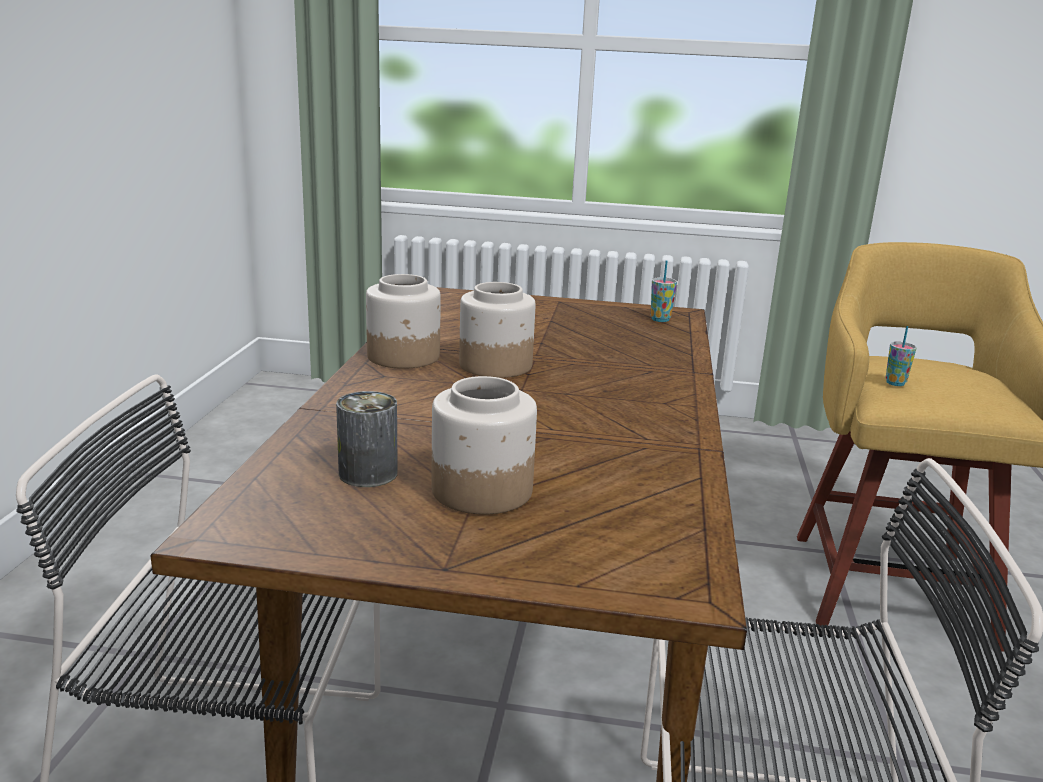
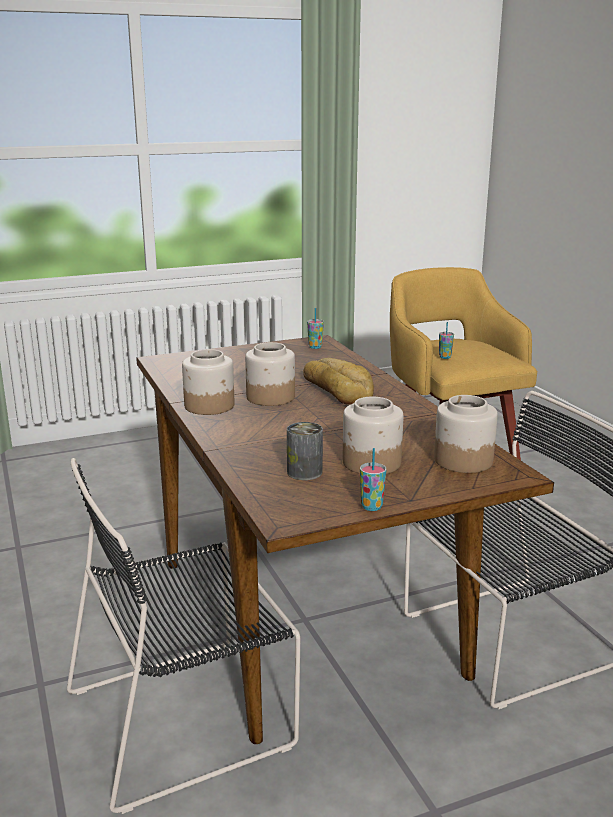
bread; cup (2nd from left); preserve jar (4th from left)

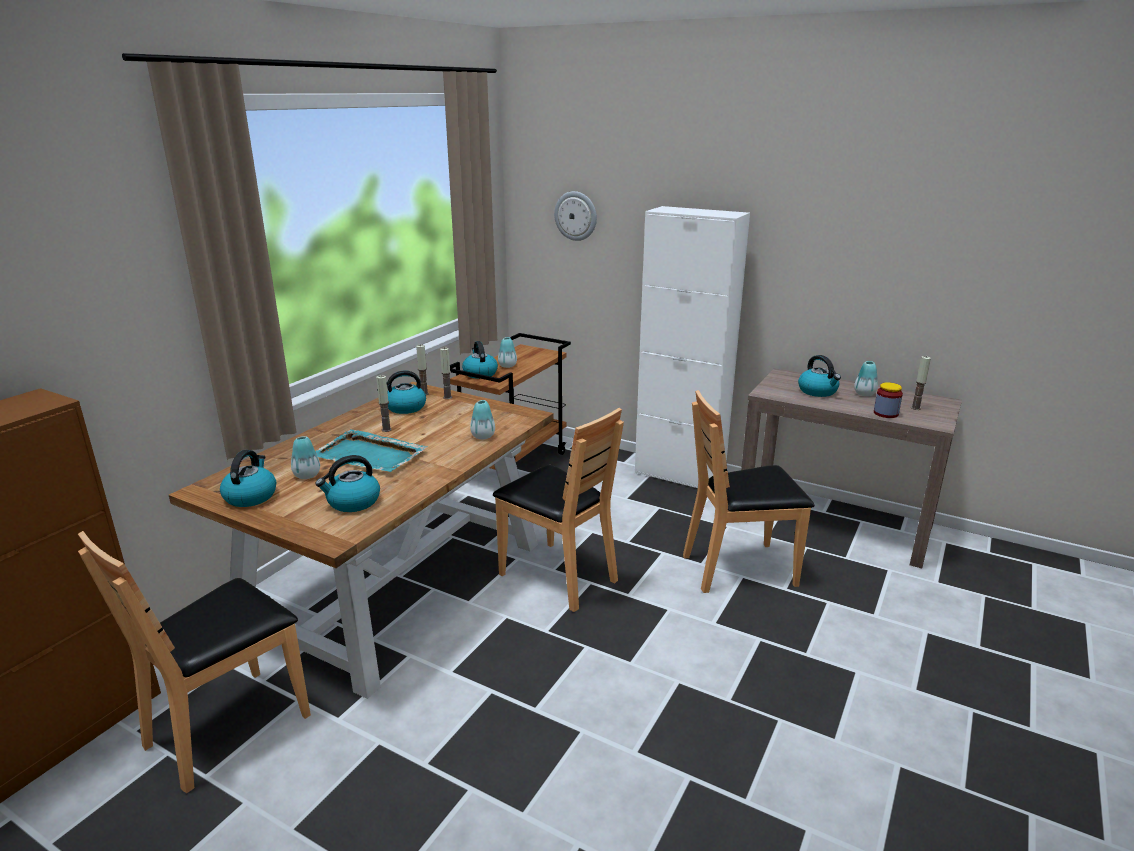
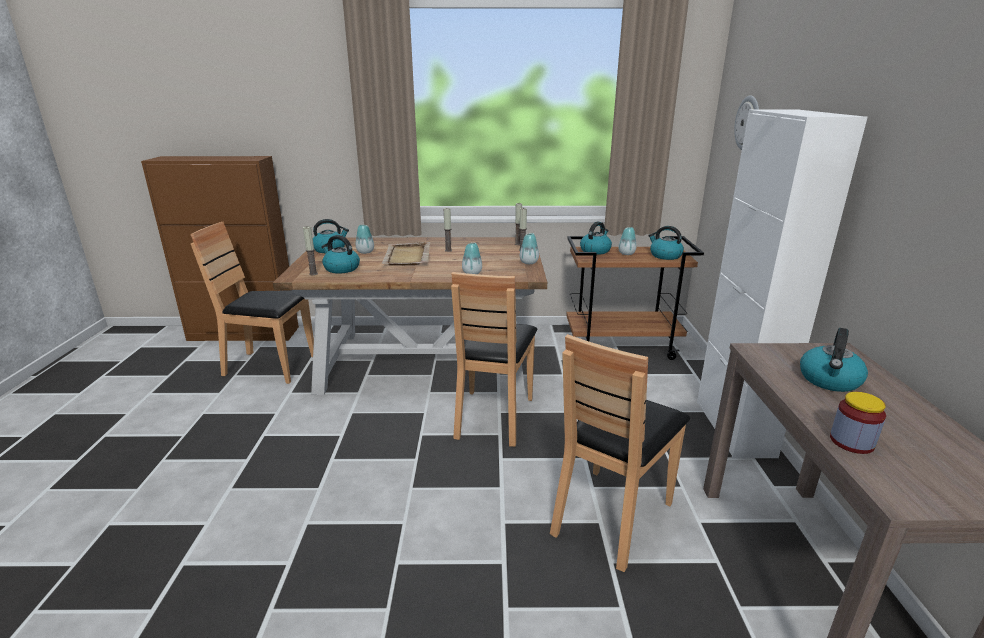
sand-coloured carrying tray; water kettle (4th from left); brown-coloured plain chair (3rd from left); vase (3rd from left); wax light (1st from left)

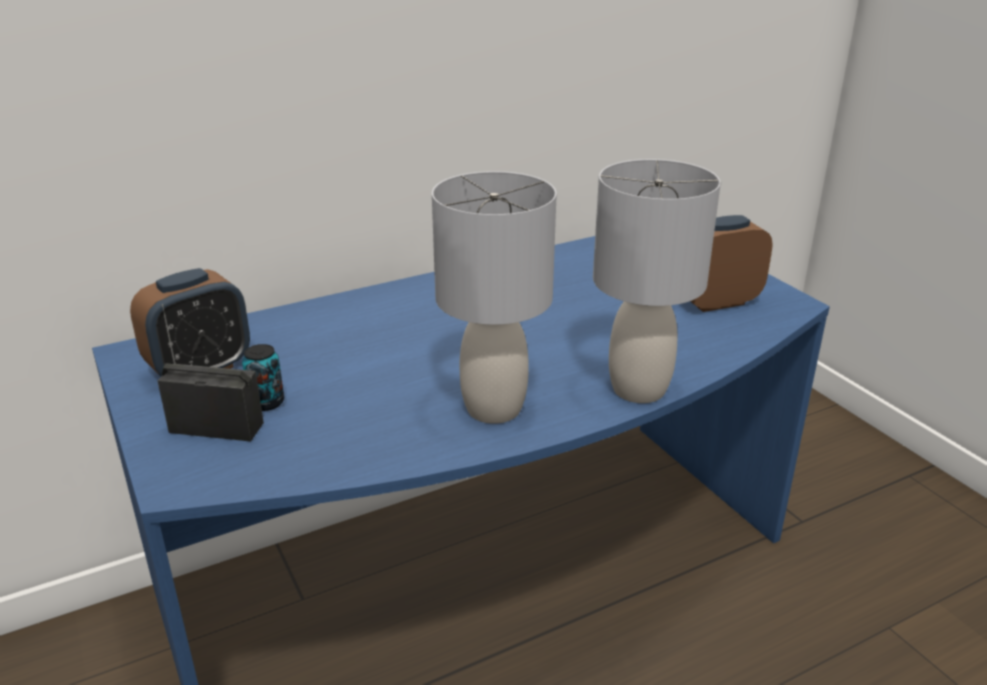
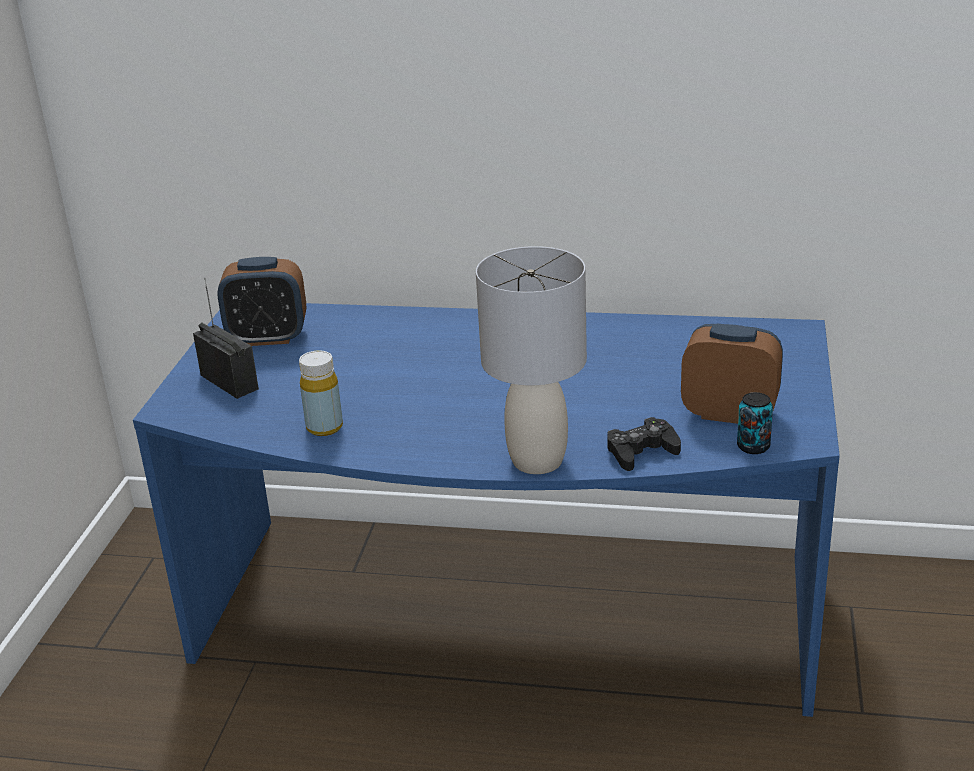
sealed can; gray table lamp (1st from left in the first image); yellow-coloured beverage bottle; black-coloured gamepad

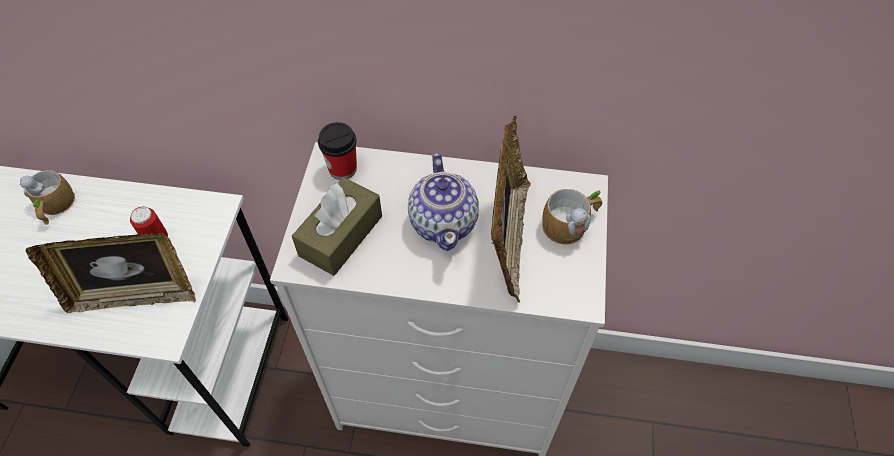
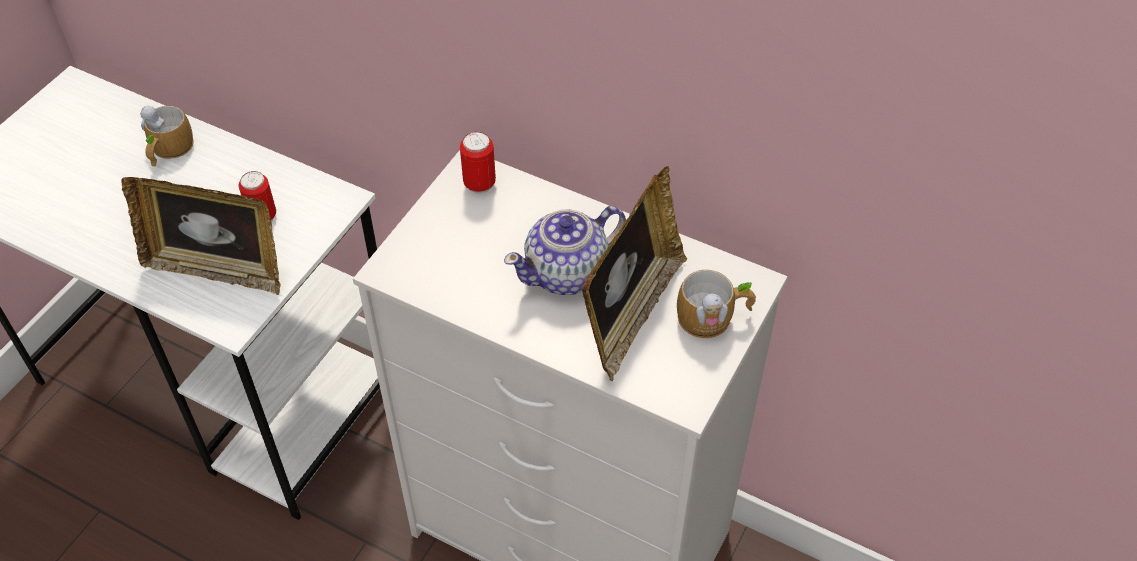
brown-coloured tissue box; sealed can (2nd from left); teapot

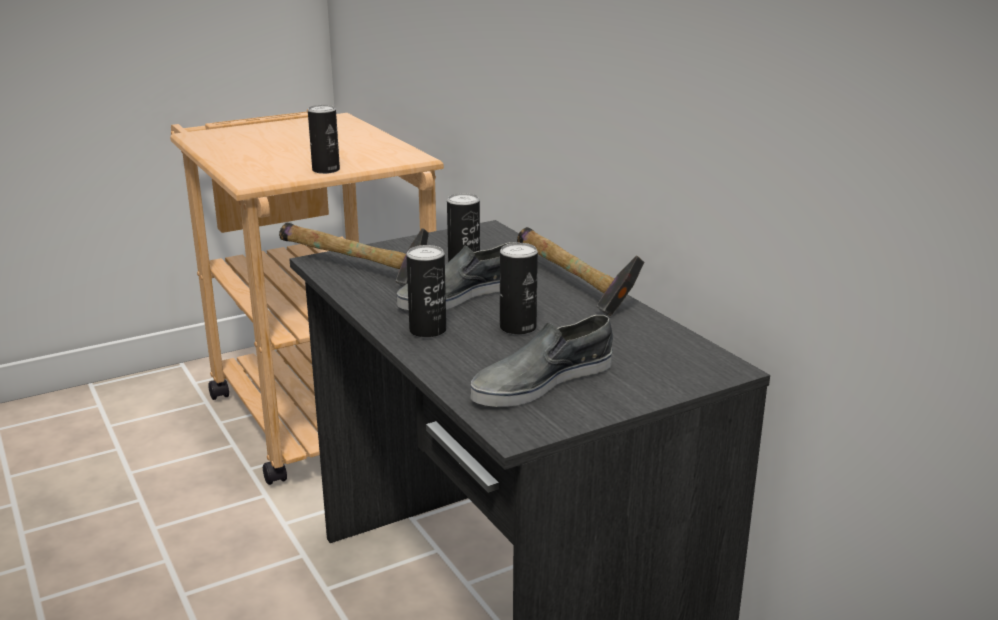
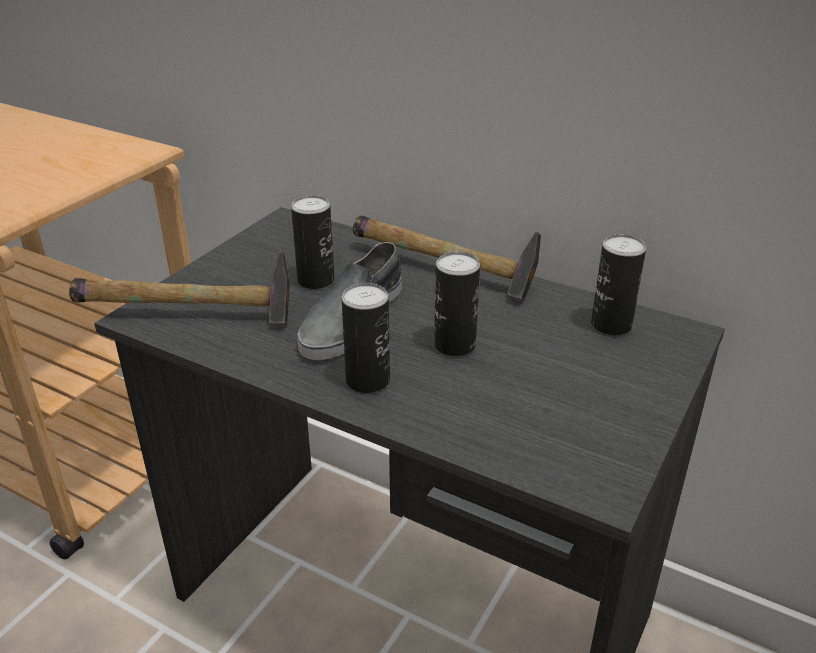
sealed can (4th from left); gray shoe (2nd from left in the first image)

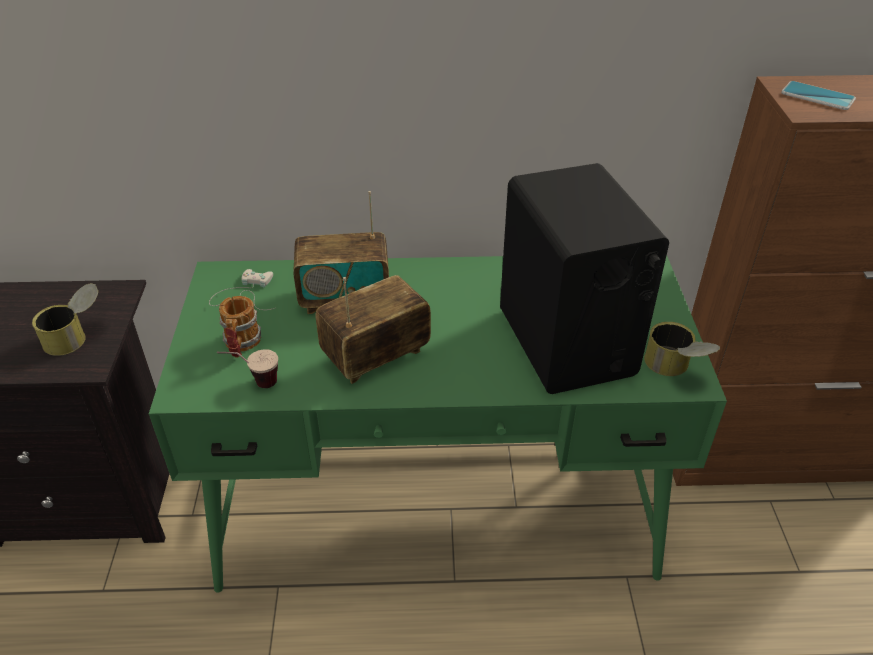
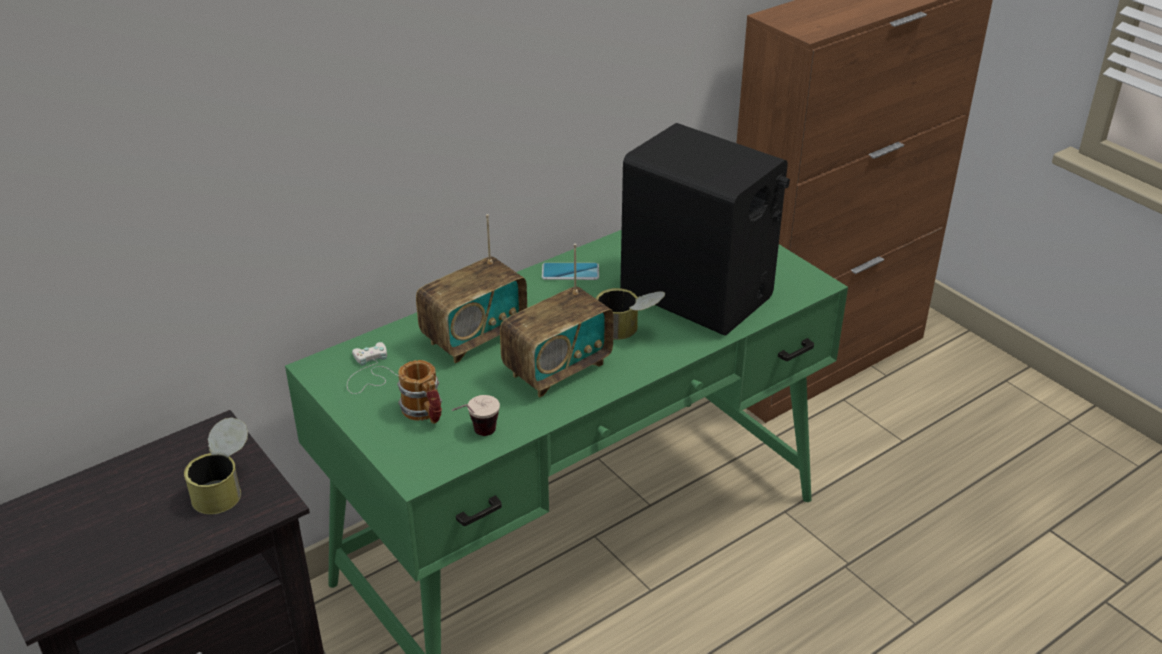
radio set (2nd from left); sealed can (2nd from left); phone

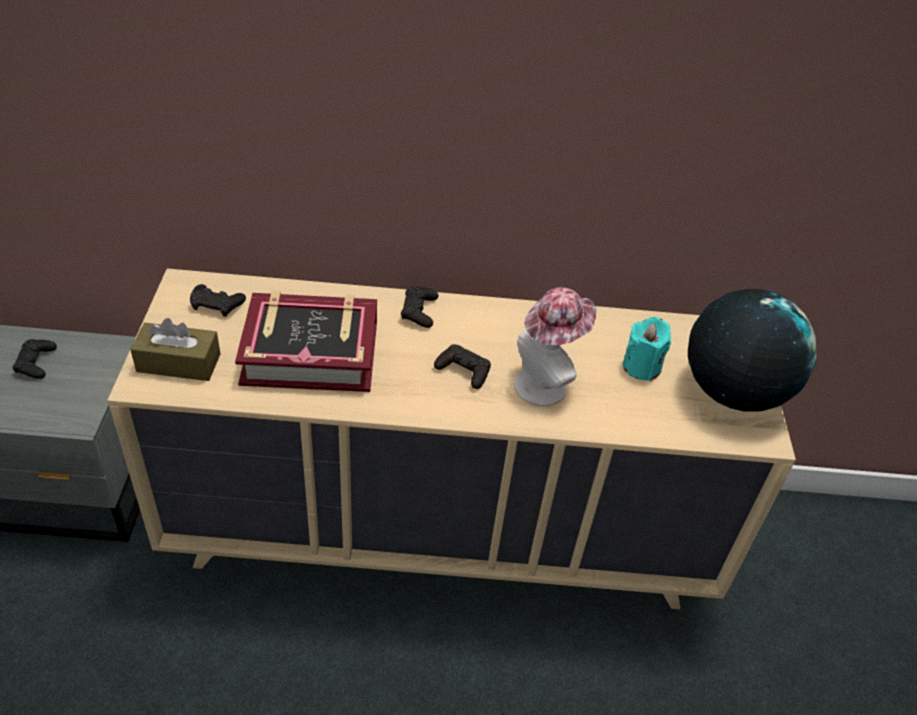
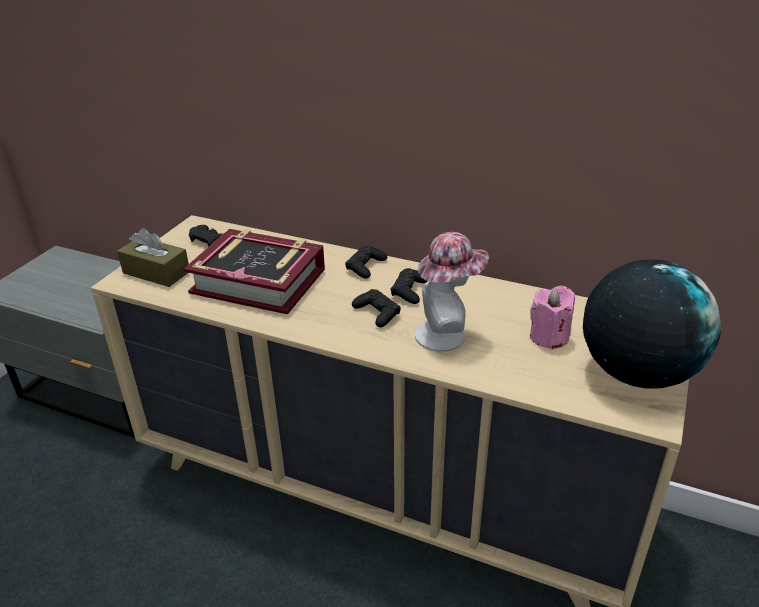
black-coloured gamepad (4th from left); pink wax light

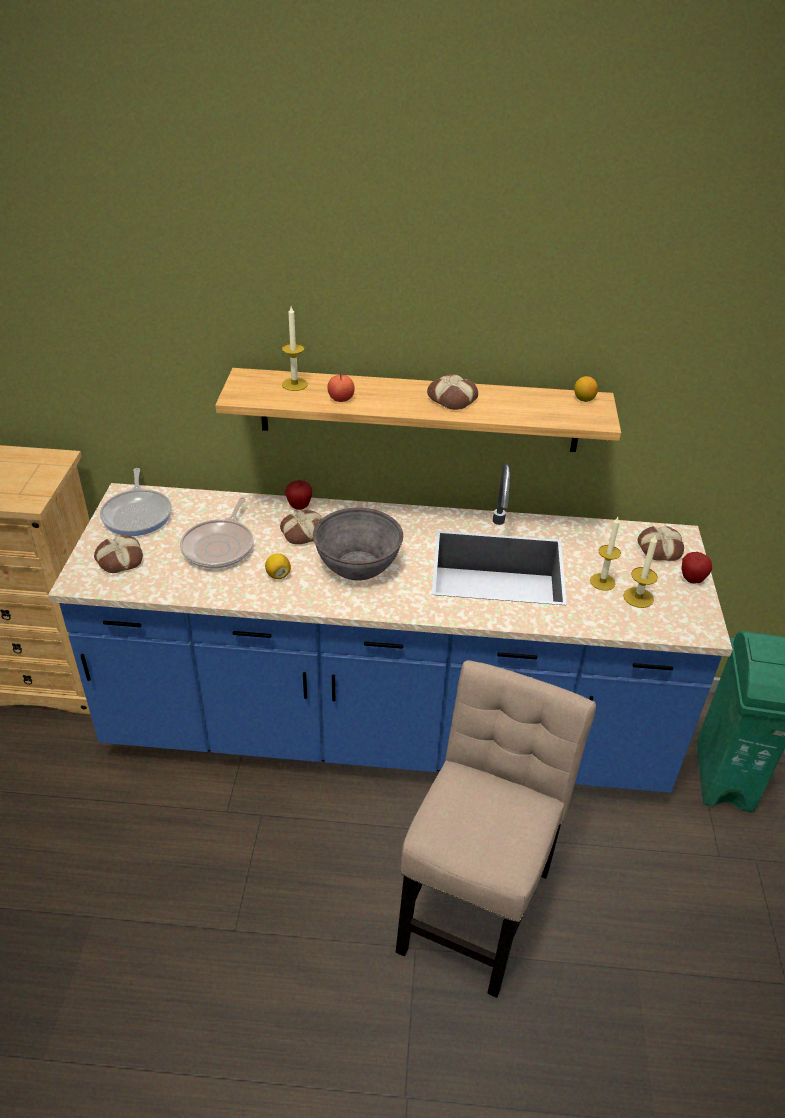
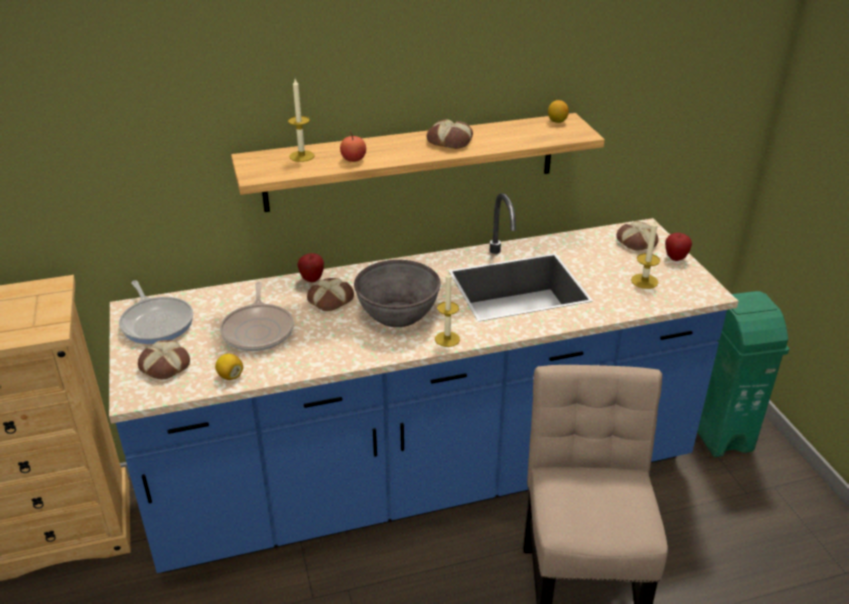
whole lemon (1st from left); wax light (2nd from left)

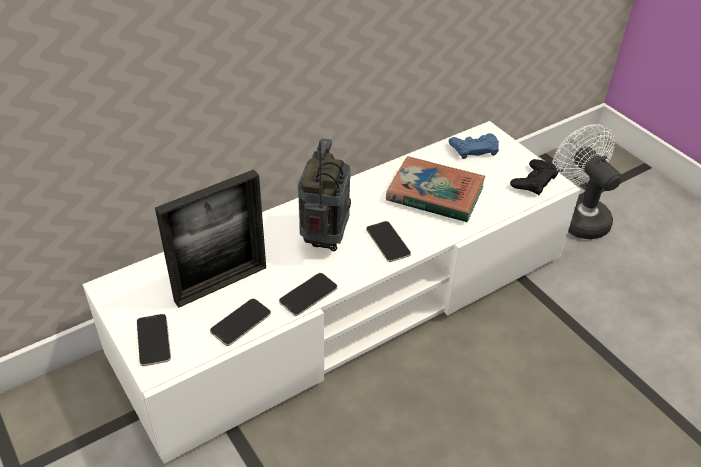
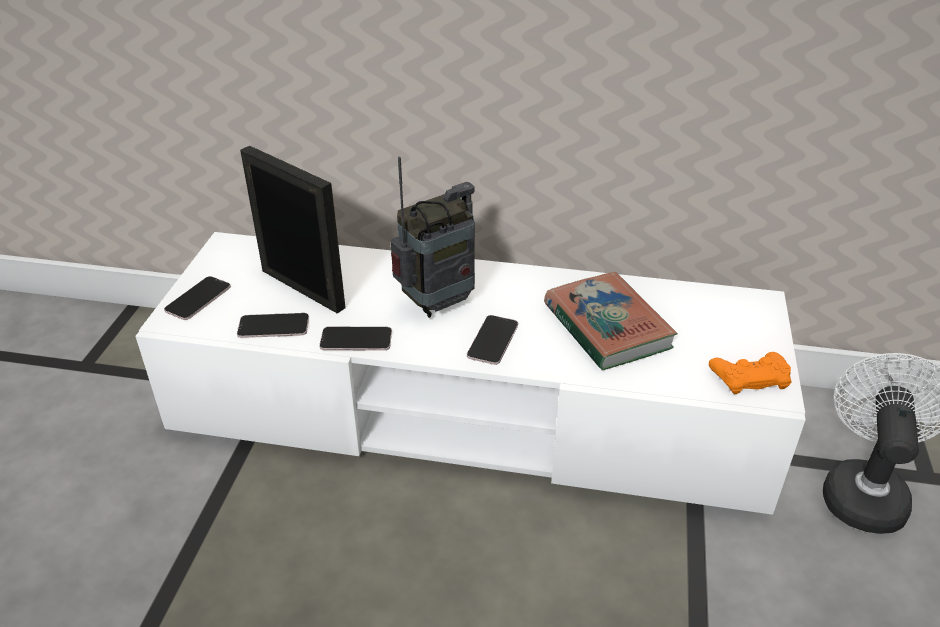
standing frame; bluish gamepad; orange gamepad

